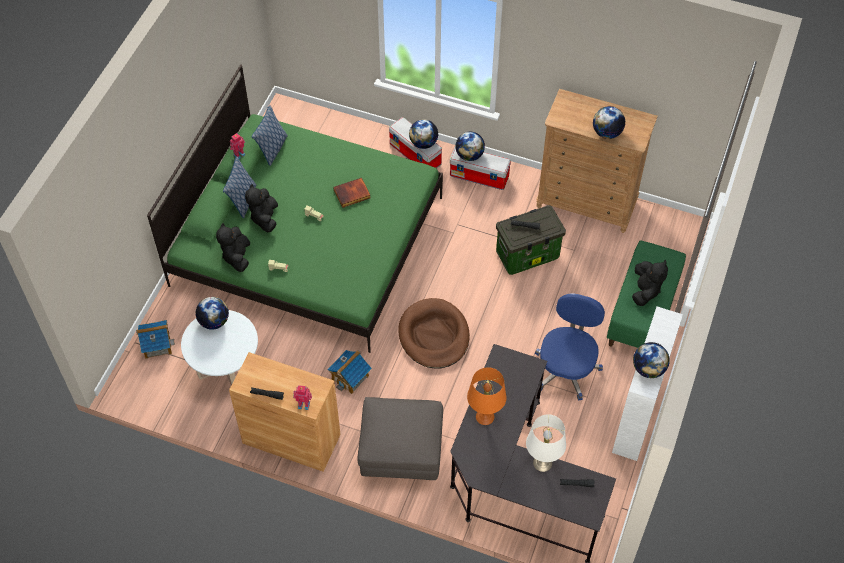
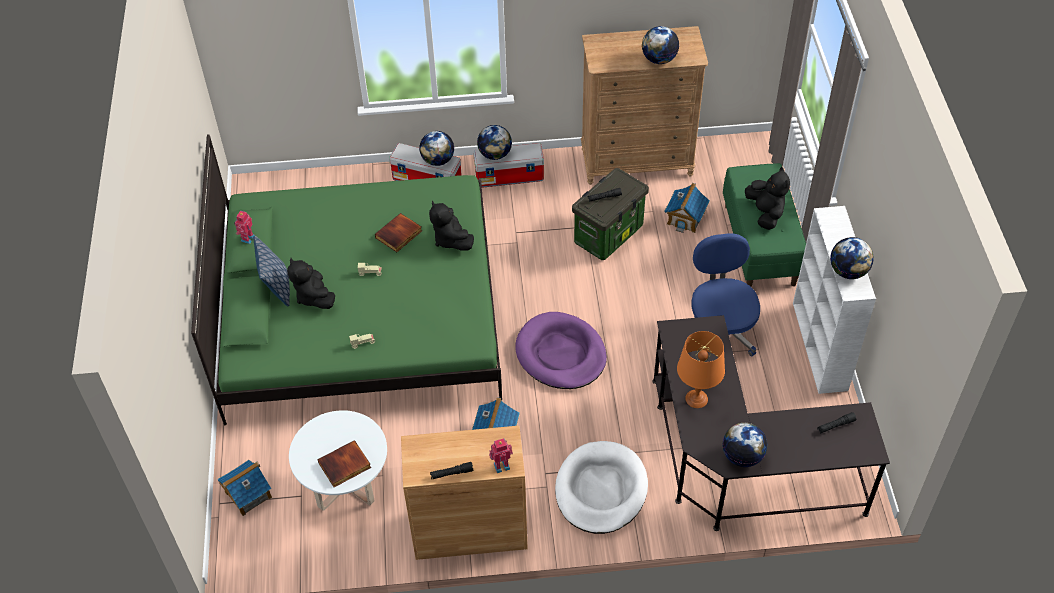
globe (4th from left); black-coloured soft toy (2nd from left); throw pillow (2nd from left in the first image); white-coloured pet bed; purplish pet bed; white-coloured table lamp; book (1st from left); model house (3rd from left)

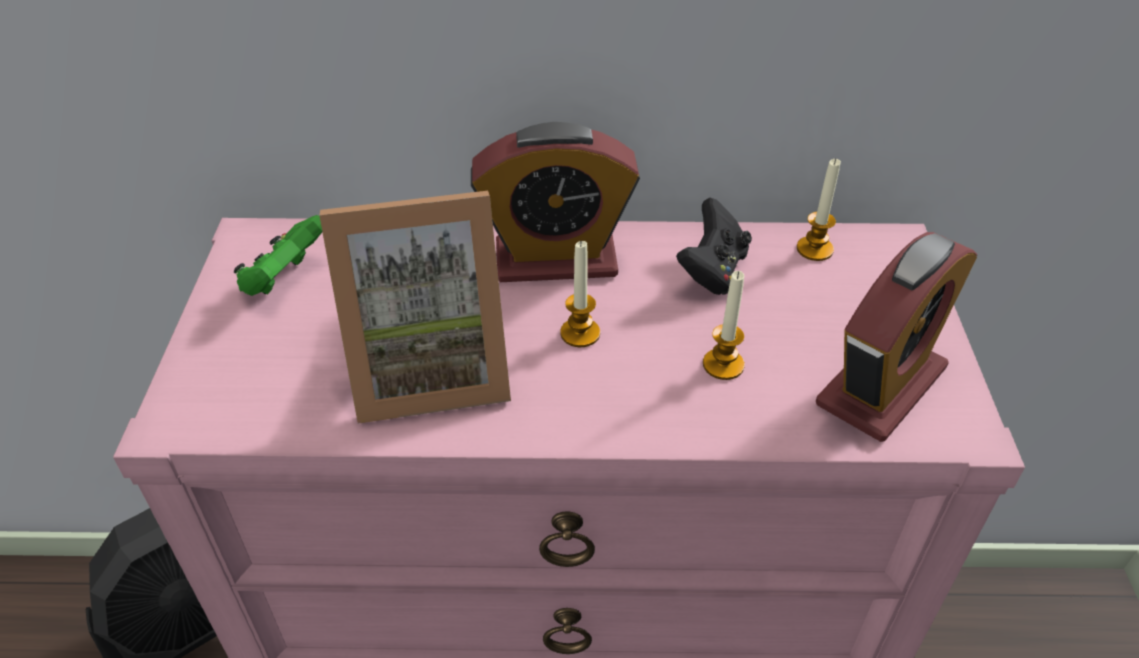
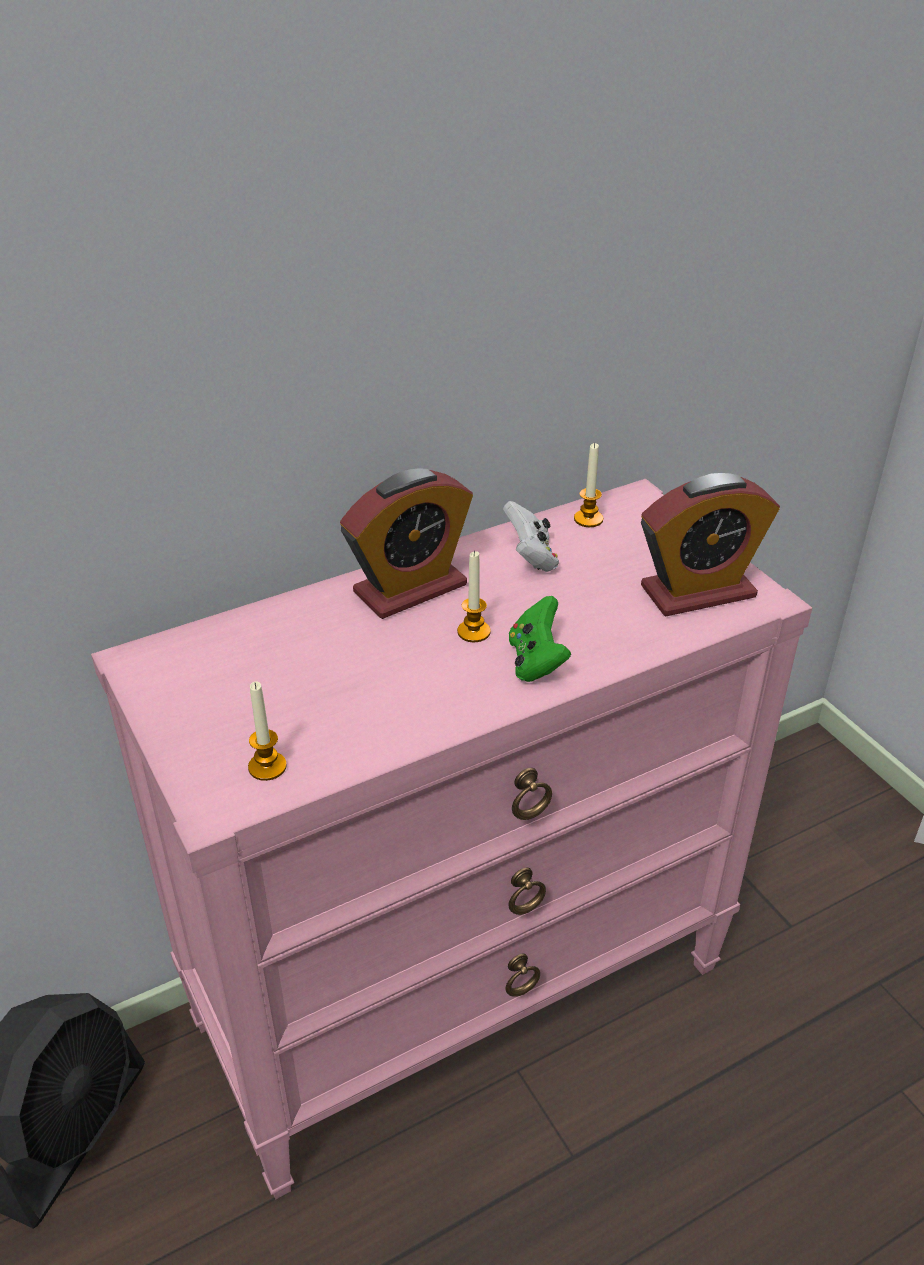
green-coloured gamepad; standing frame; white-coloured gamepad; wax light (1st from left); bedside clock (2nd from left)

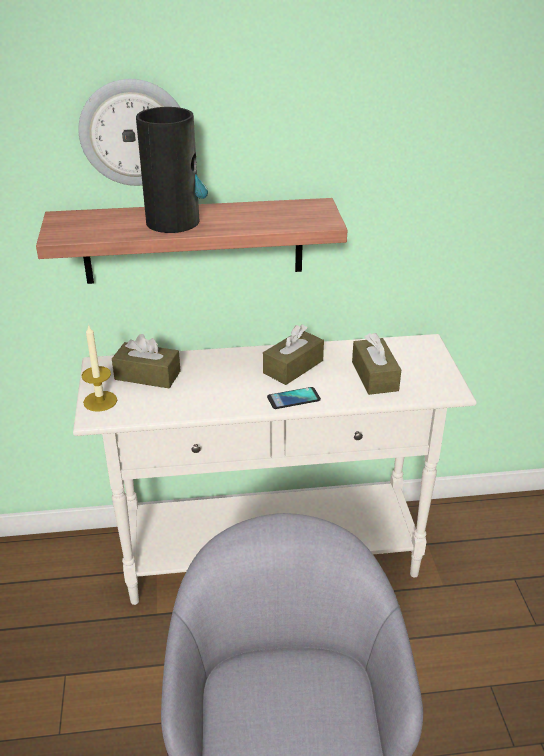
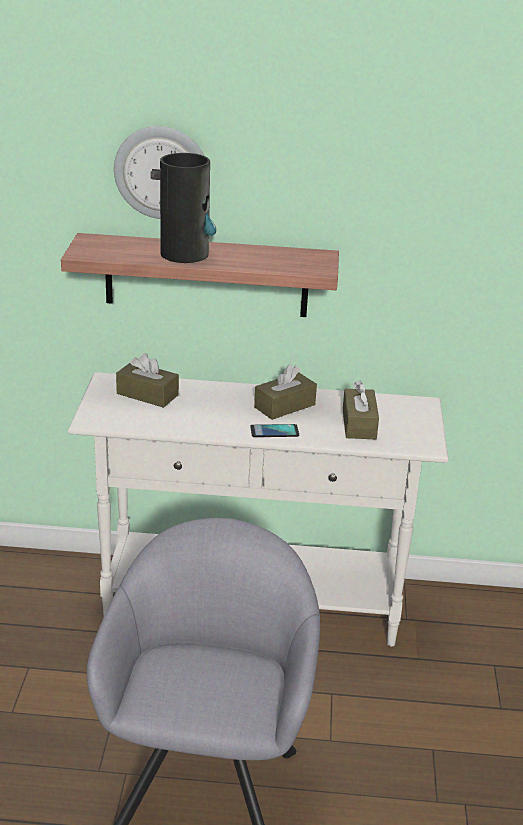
wax light

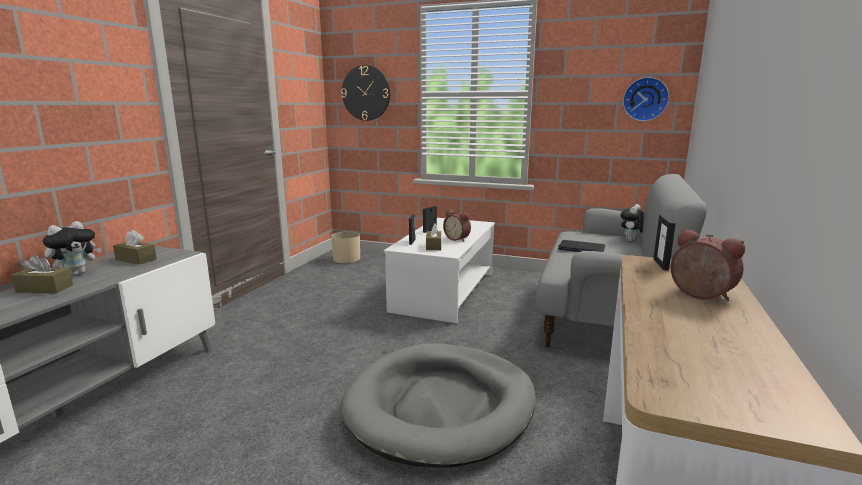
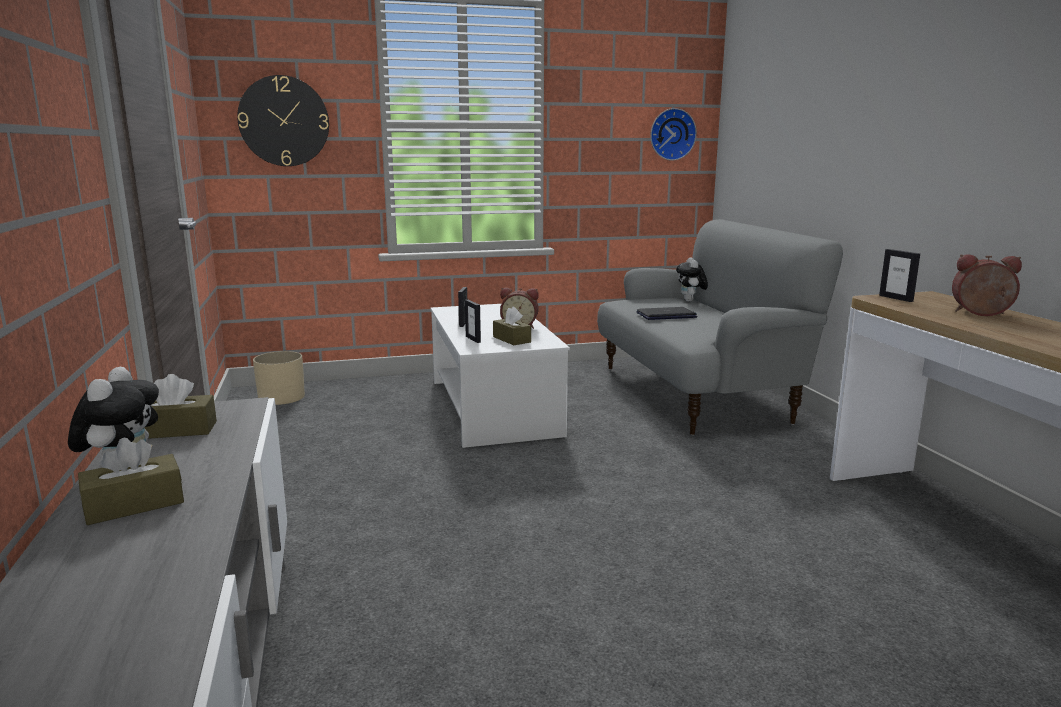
gray pet bed

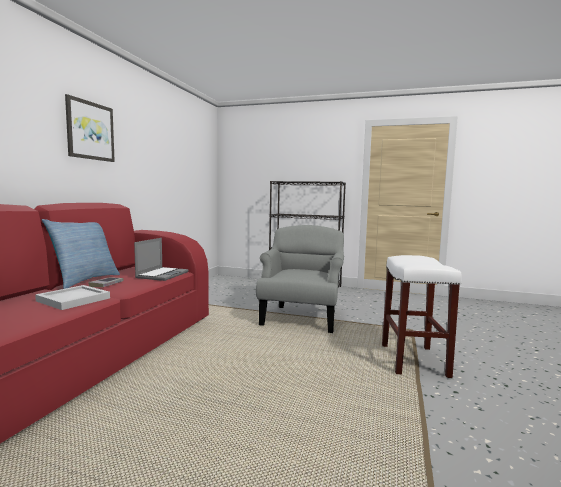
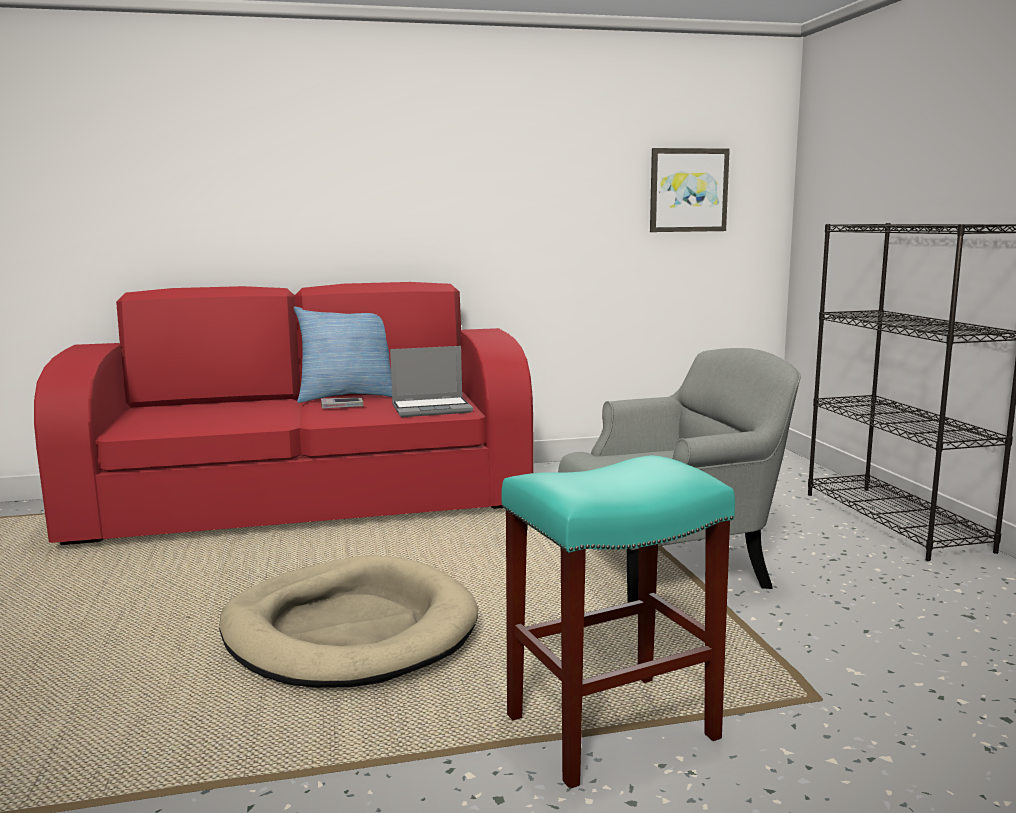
white-coloured carrying tray; picture; blue-green stool; sand-coloured pet bed

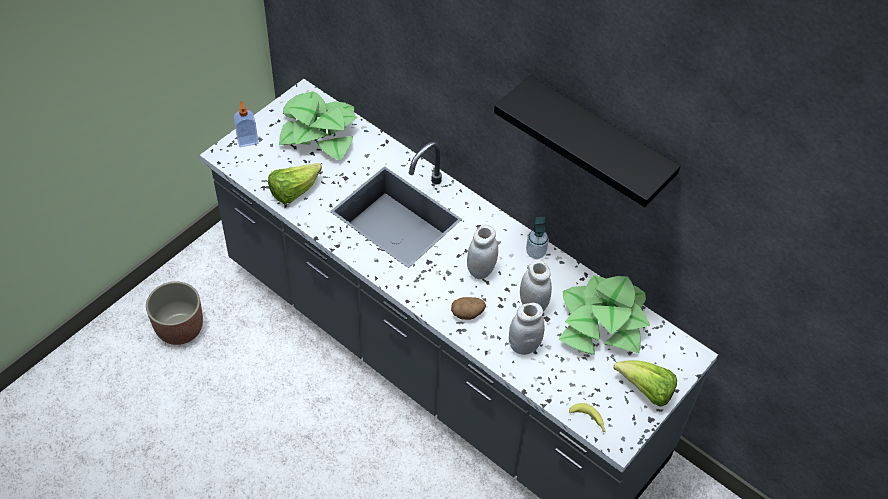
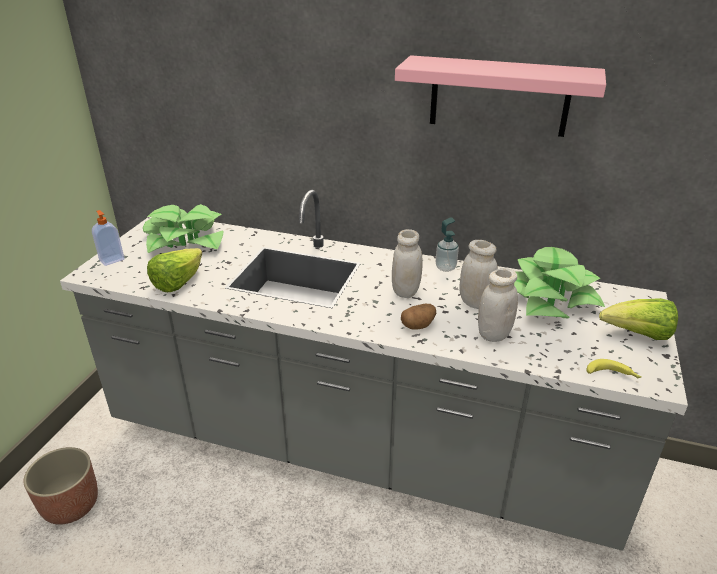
pink bracket shelf

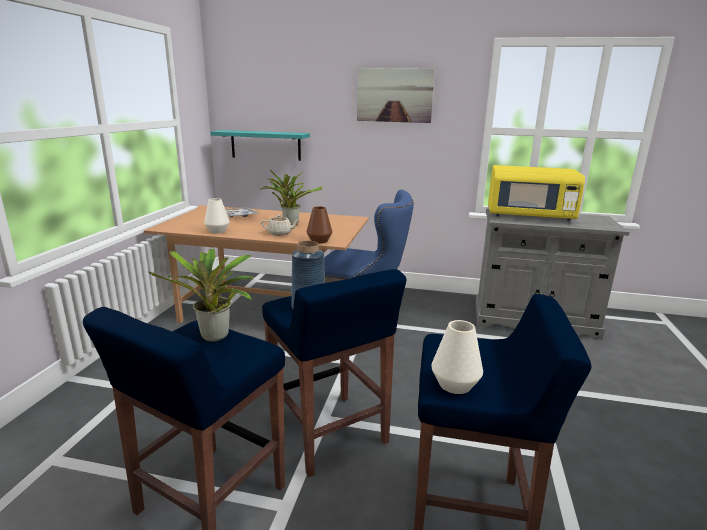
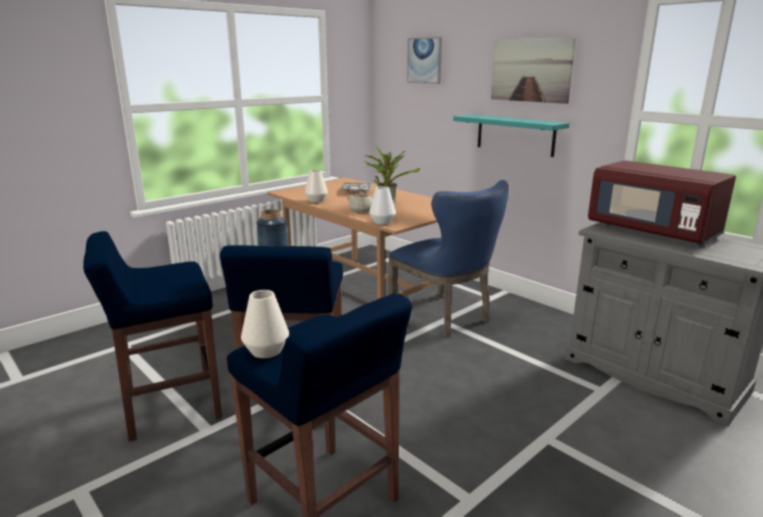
plant in a pot (1st from left in the first image); blue-green bracket shelf; white-coloured vase (3rd from left); red-coloured kitchen microwave; picture (1st from left)

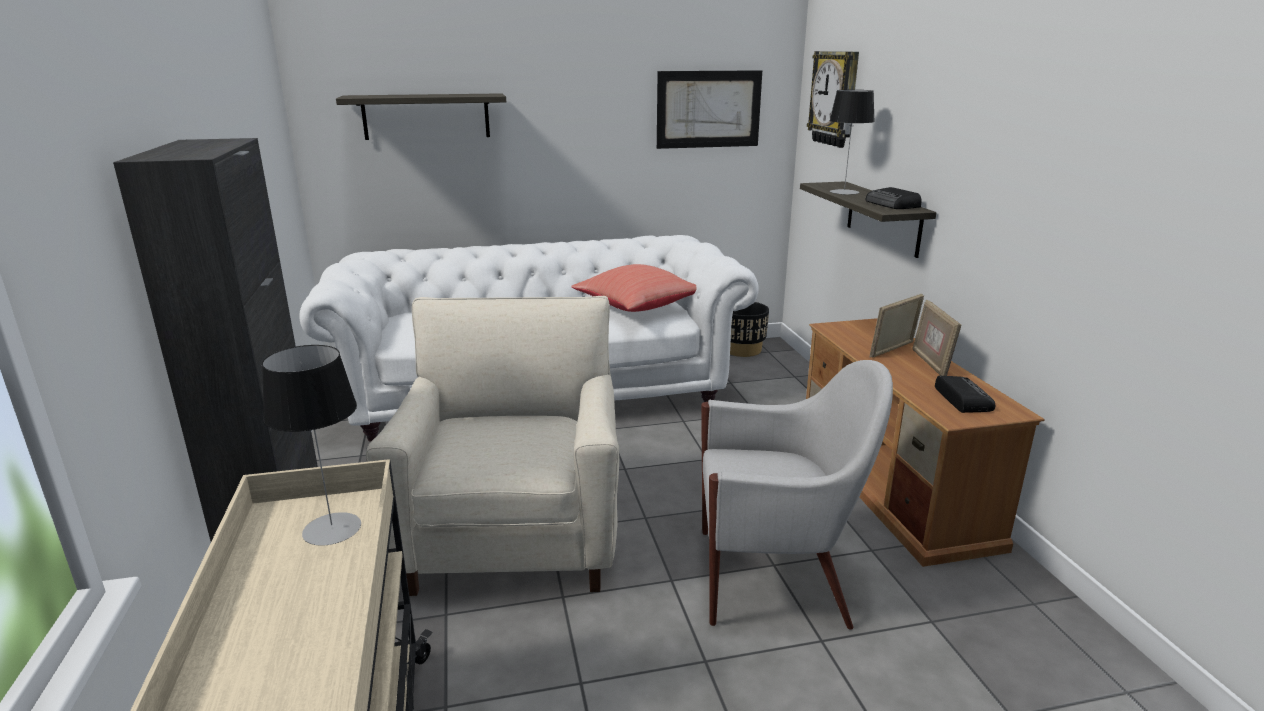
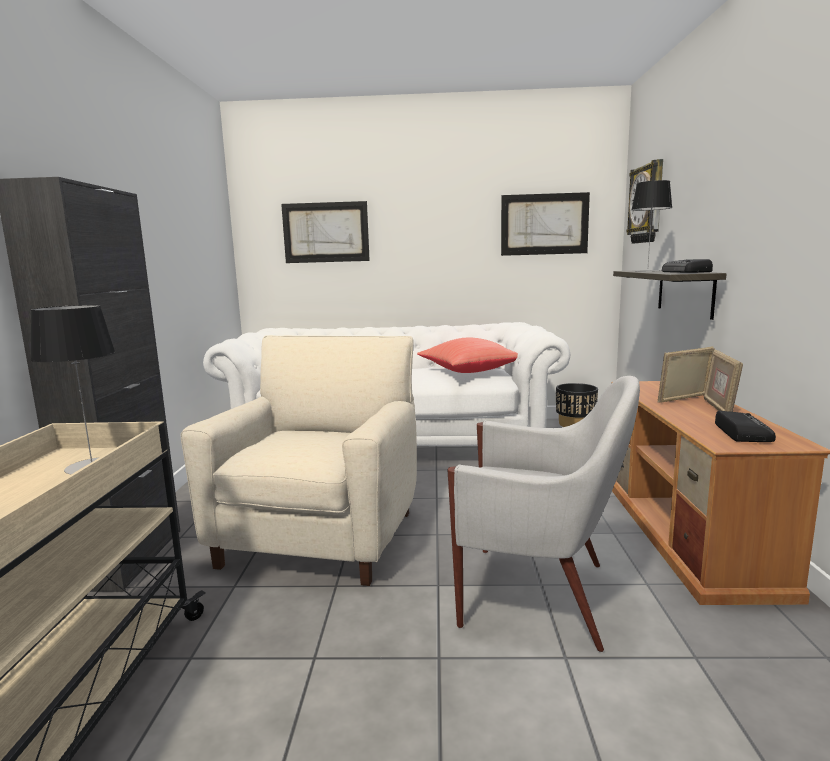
picture (1st from left)

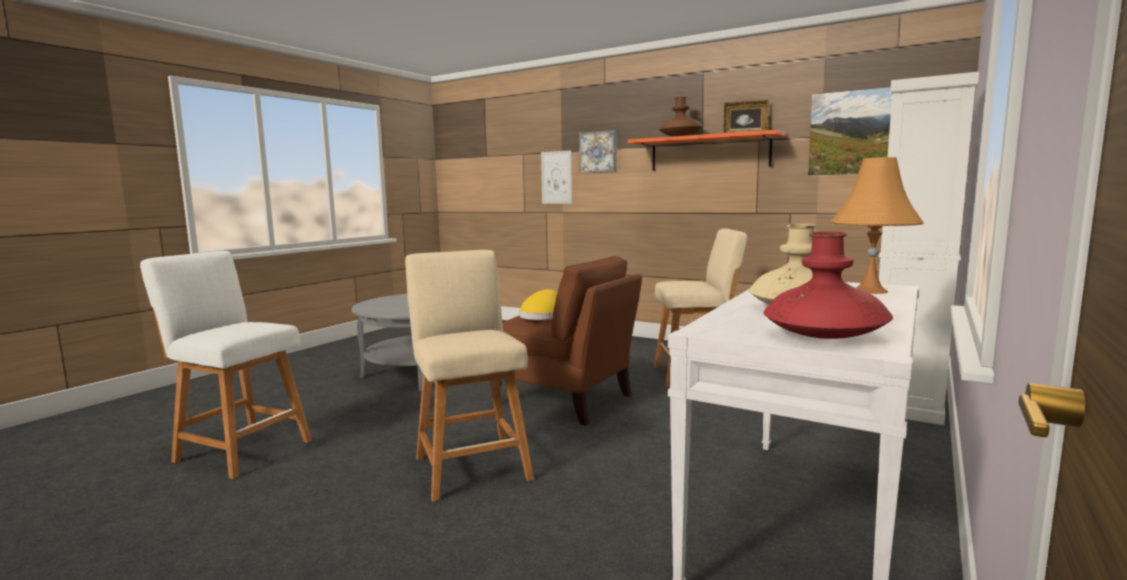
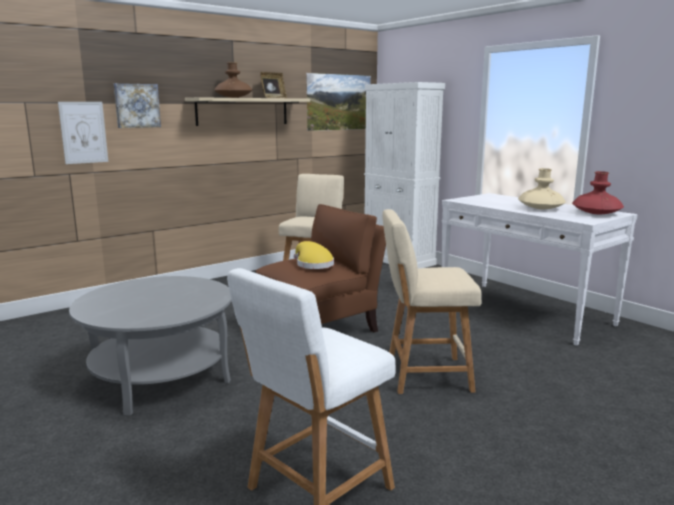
sand-coloured bracket shelf; orange table lamp

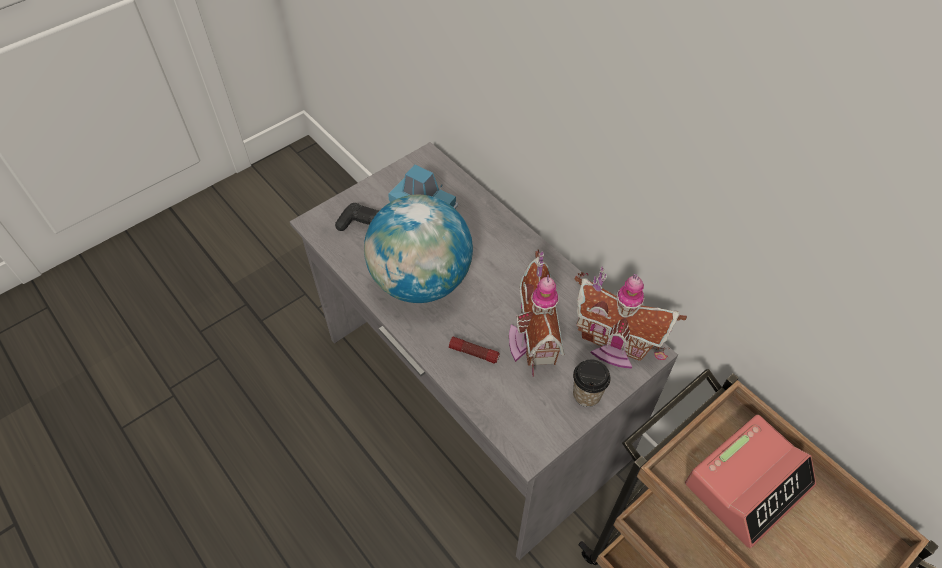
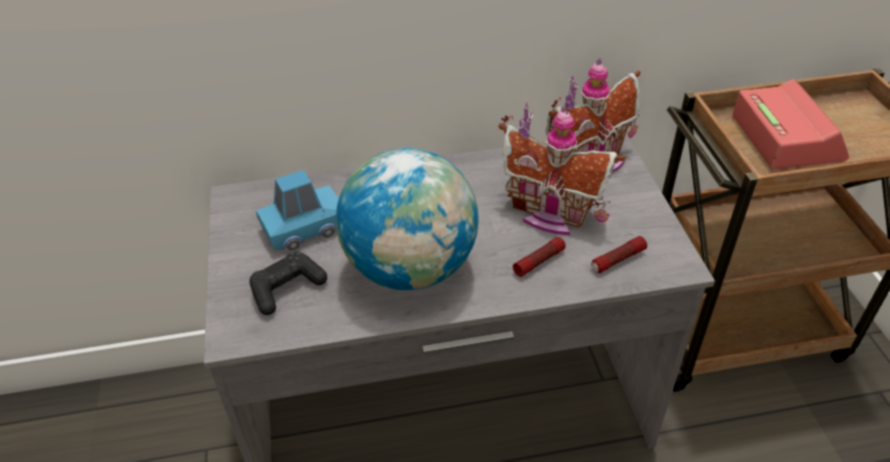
cup; flashlight (2nd from left)

